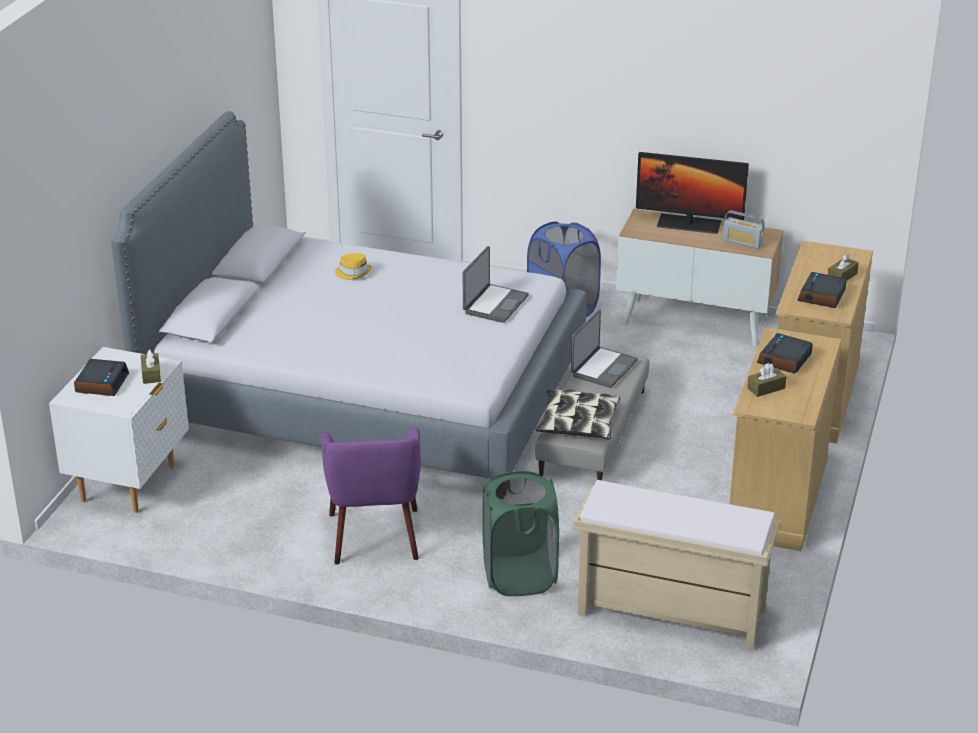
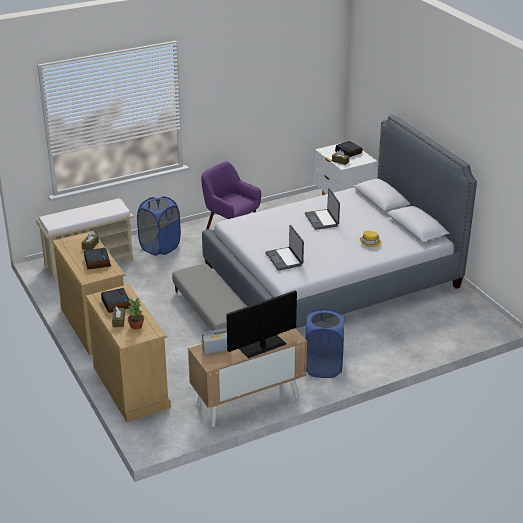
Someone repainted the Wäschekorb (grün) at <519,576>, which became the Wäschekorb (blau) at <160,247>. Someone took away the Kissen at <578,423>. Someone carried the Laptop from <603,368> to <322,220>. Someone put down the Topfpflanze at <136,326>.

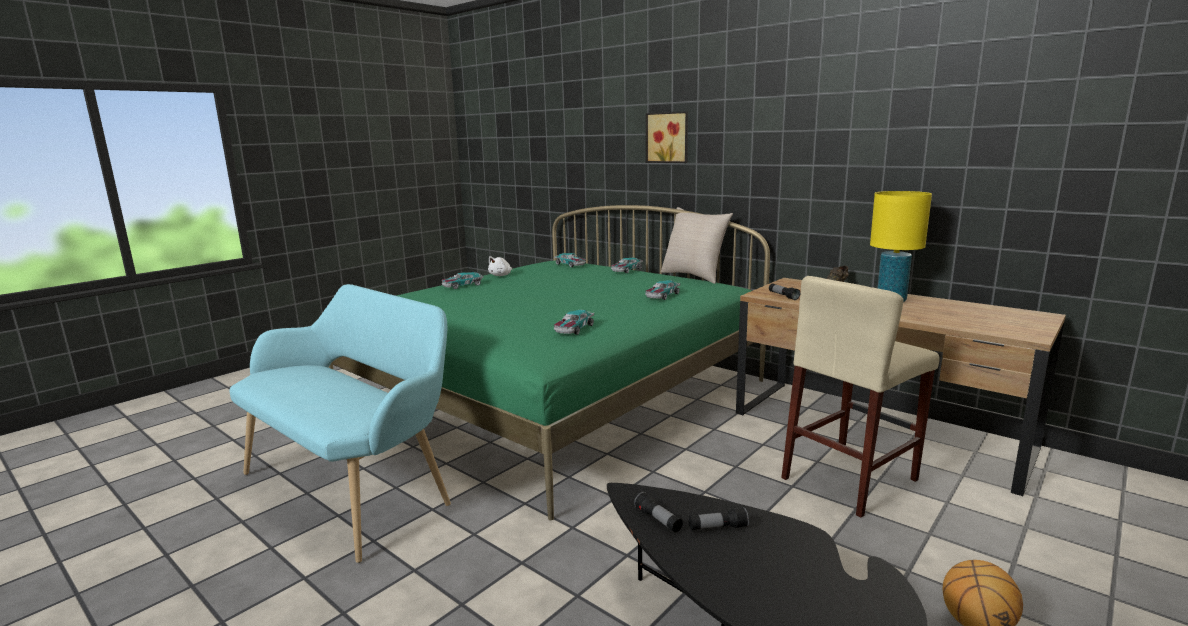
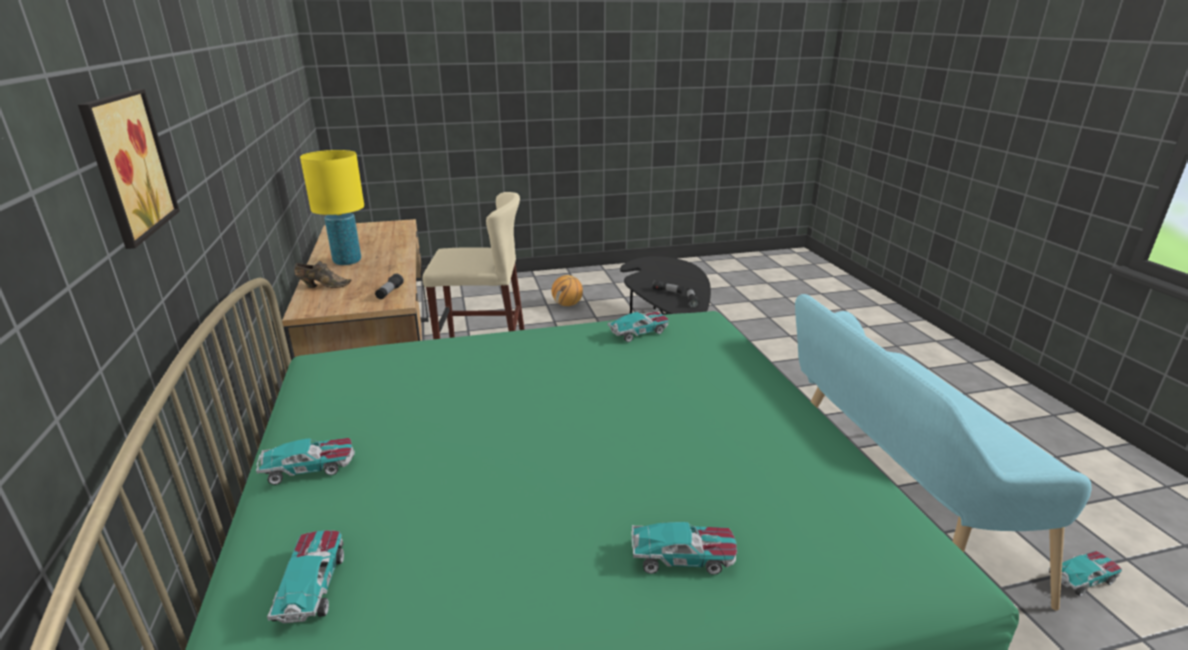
Someone took away the Plüschtier (weiß) at <501,275>. Someone carried the Spielzeugauto from <662,296> to <1082,578>. Someone took away the Kissen (beige) at <694,276>.

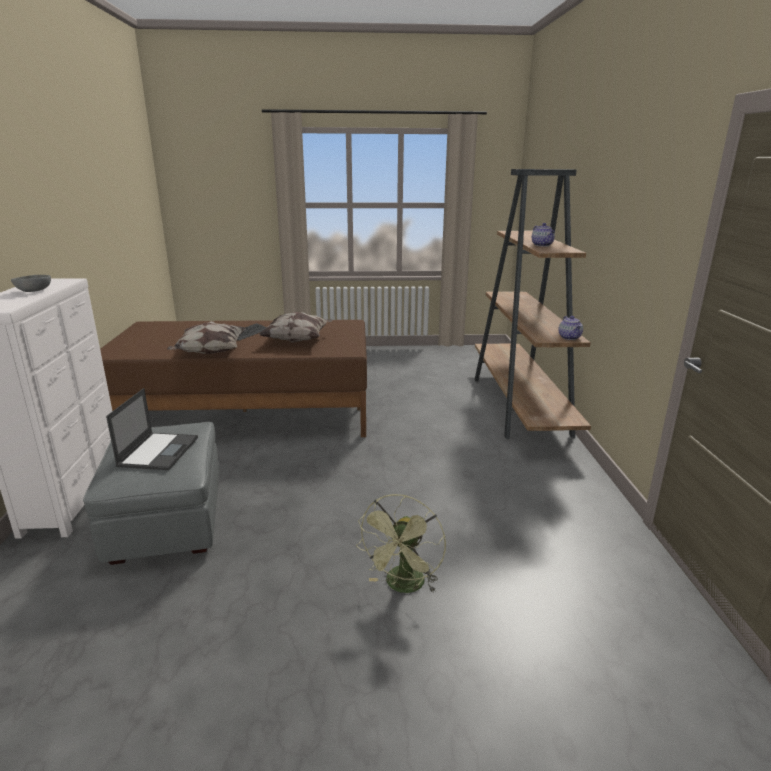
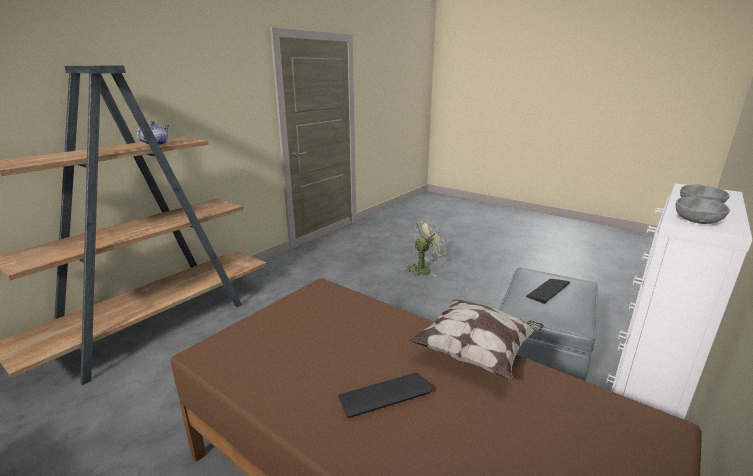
Someone swapped the Laptop at <159,451> for the Tastatur at <548,291>. Someone took away the Kissen at <298,340>. Someone took away the Teekanne at <570,338>. Someone put down the Schüssel (grau) at <698,221>.

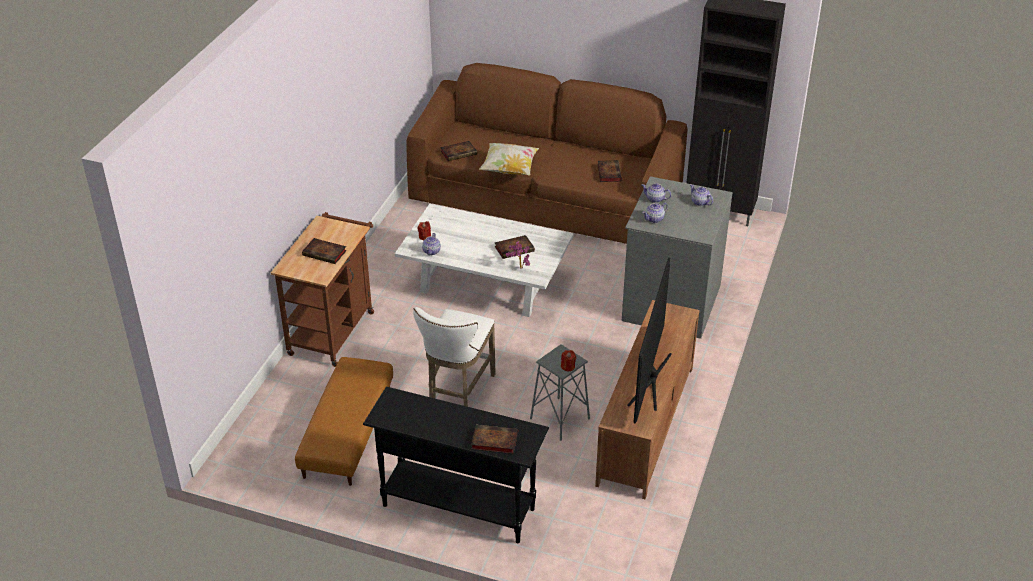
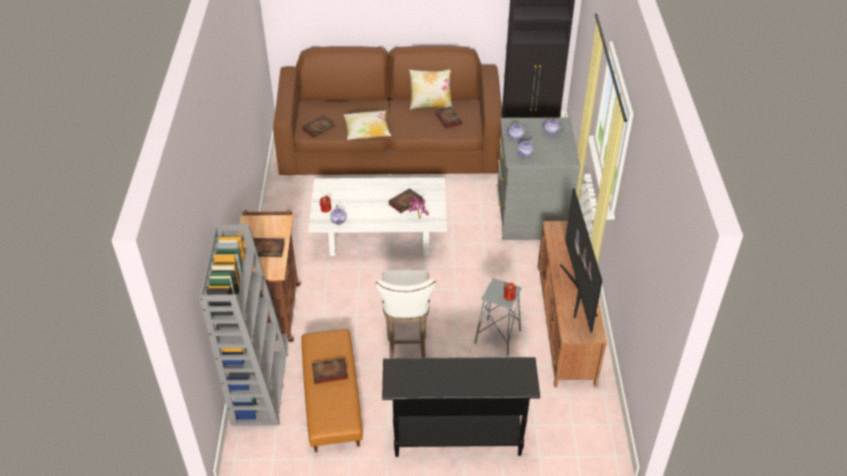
Someone carried the Buch from <493,441> to <329,373>. Someone put down the Bücherregal (grau) at <259,388>. Someone put down the Kissen at <430,105>.

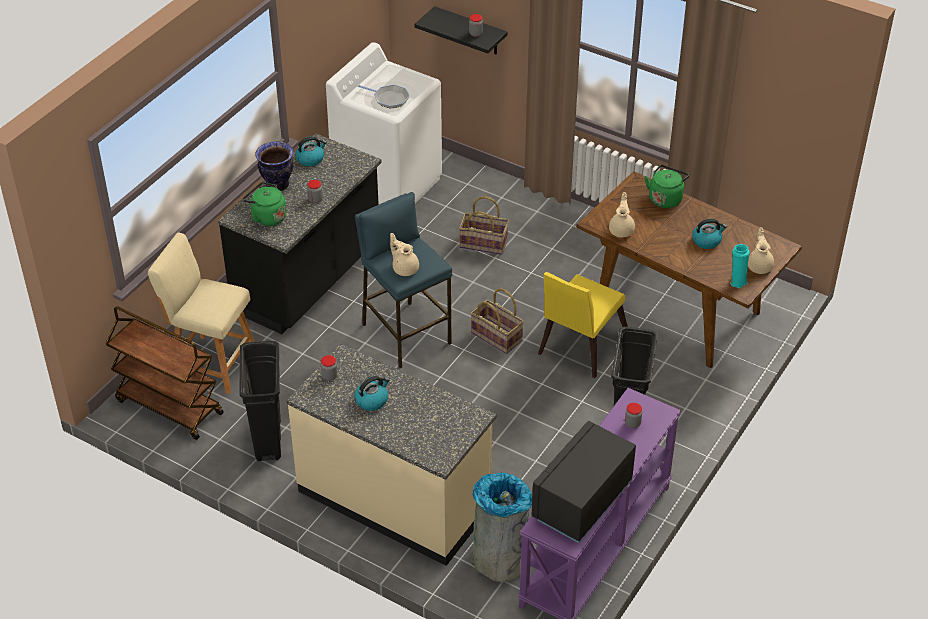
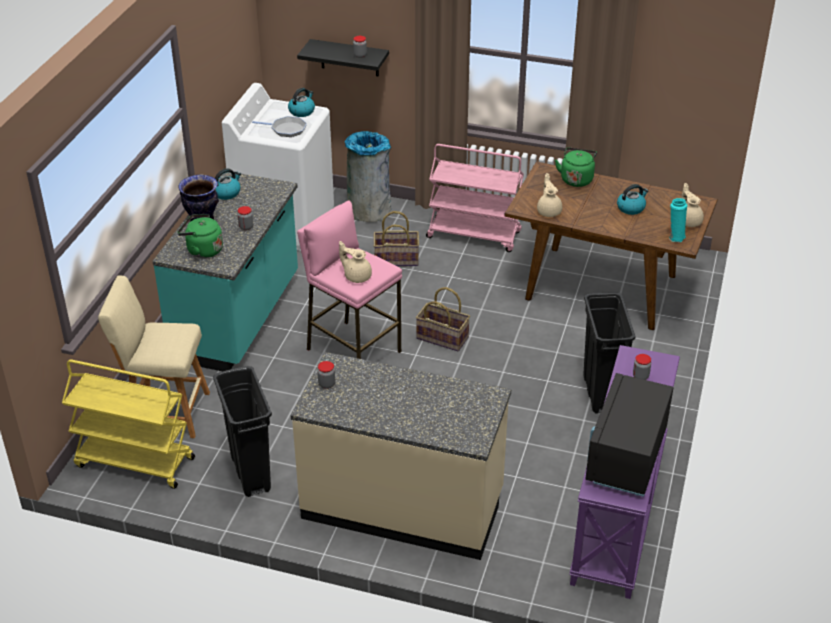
Someone repainted the Rollwagen (braun) at <168,407>, which became the Rollwagen (gelb) at <134,462>. Someone repainted the Küchenzeile (schwarz) at <309,280>, which became the Küchenzeile (türkis) at <238,319>. Someone repainted the Hocker (blau) at <406,334>, which became the Hocker (rosa) at <353,350>. Someone carried the Wasserkessel from <372,400> to <302,111>. Someone carried the Mülleimer (grau) from <500,560> to <369,211>. Someone took away the Stuhl (gelb) at <579,348>. Someone put down the Rollwagen (rosa) at <474,235>.

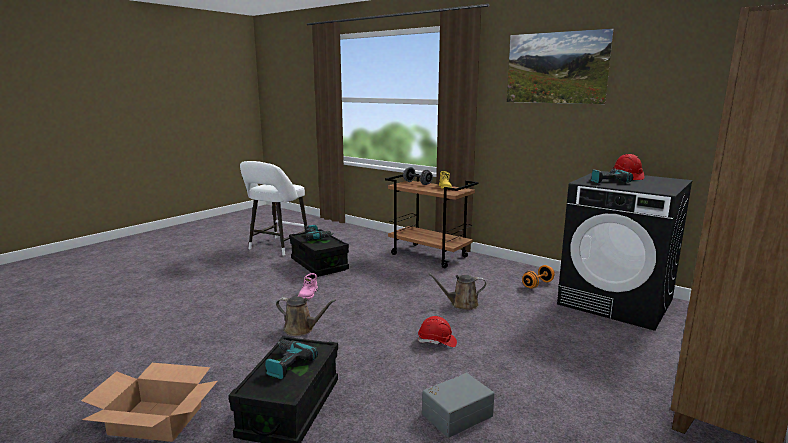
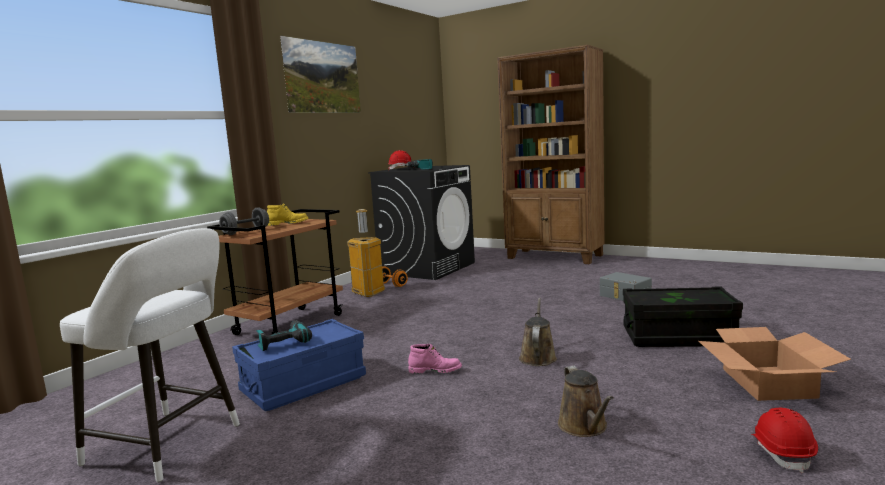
Someone took away the Bohrmaschine at <286,364>. Someone repainted the Aufbewahrungsbox (schwarz) at <319,264>, which became the Aufbewahrungsbox (blau) at <304,384>. Someone carried the Schutzhelm (rot) from <437,342> to <782,452>. Someone carried the Gießkanne (braun) from <461,304> to <584,427>. Someone put down the Mülleimer at <367,293>.

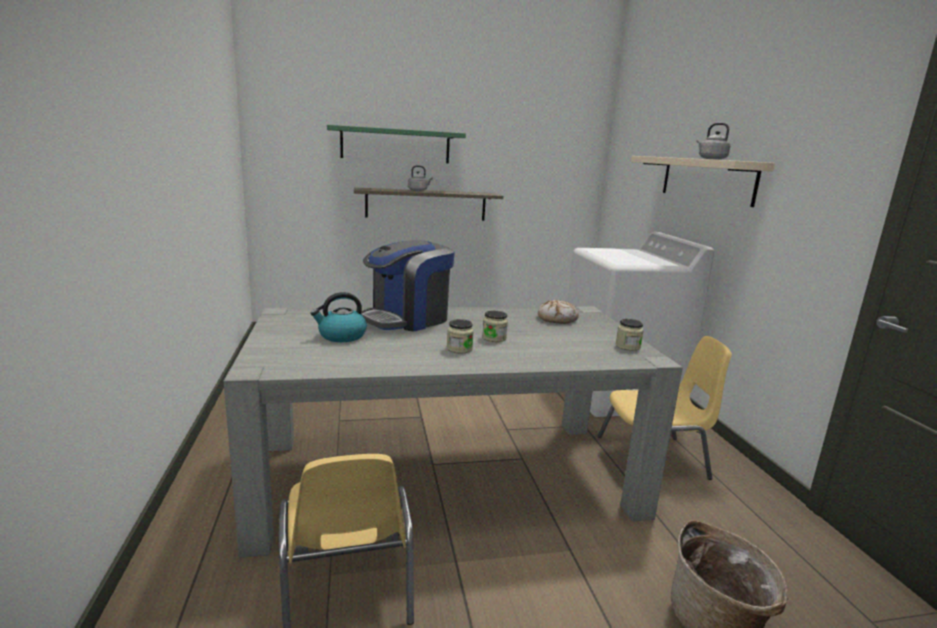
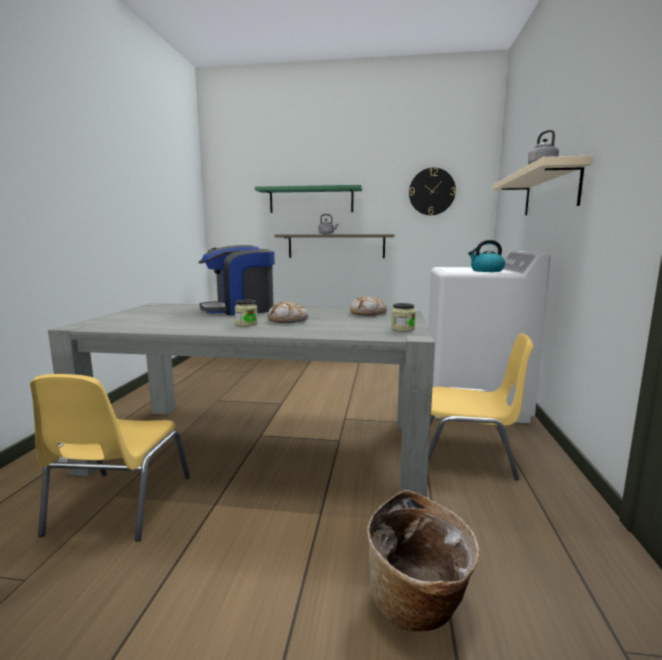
Someone carried the Wasserkessel from <341,336> to <486,271>. Someone swapped the Vorratsglas at <494,338> for the Brot at <288,320>. Someone put up the Wanduhr at <432,191>.

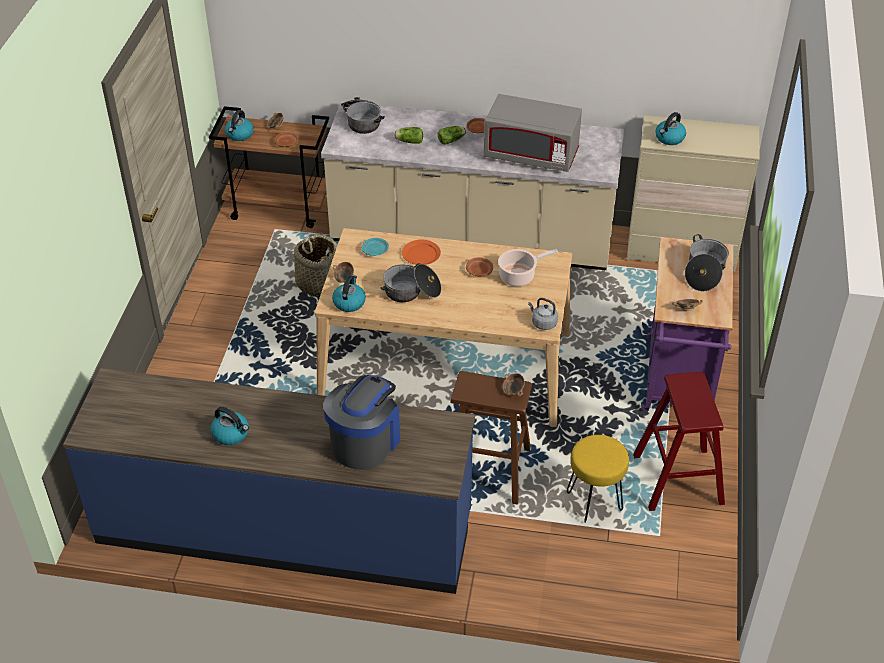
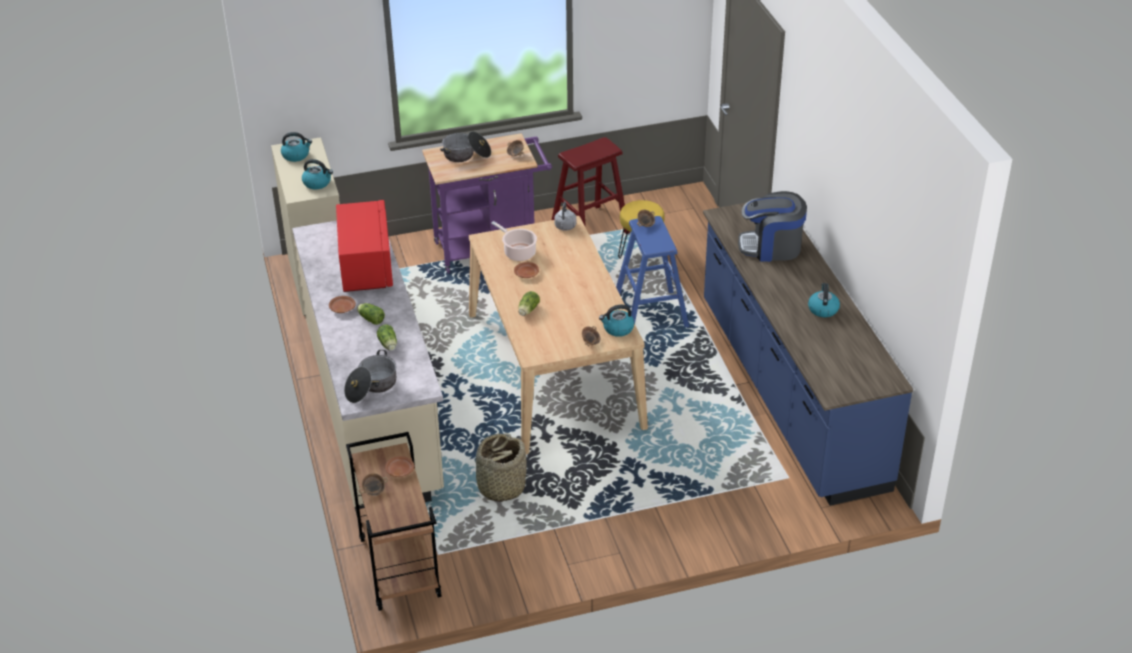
Someone carried the Wasserkessel from <239,135> to <296,155>. Someone took away the Teller (türkis) at <375,250>. Someone took away the Kochtopf at <411,291>. Someone swapped the Teller (orange) at <421,254> for the Salatkopf at <527,310>. Someone repainted the Hocker (braun) at <488,469>, which became the Hocker (blau) at <650,313>. Someone repainted the Mikrowelle (grau) at <531,155>, which became the Mikrowelle (rot) at <366,267>.

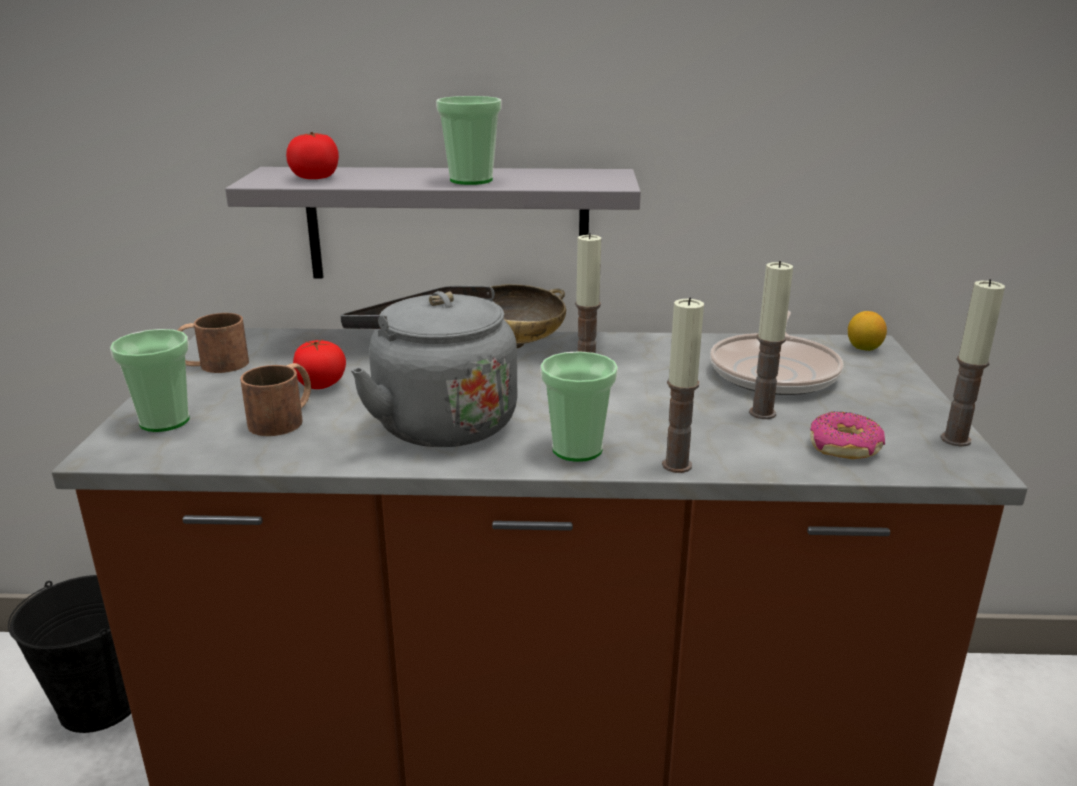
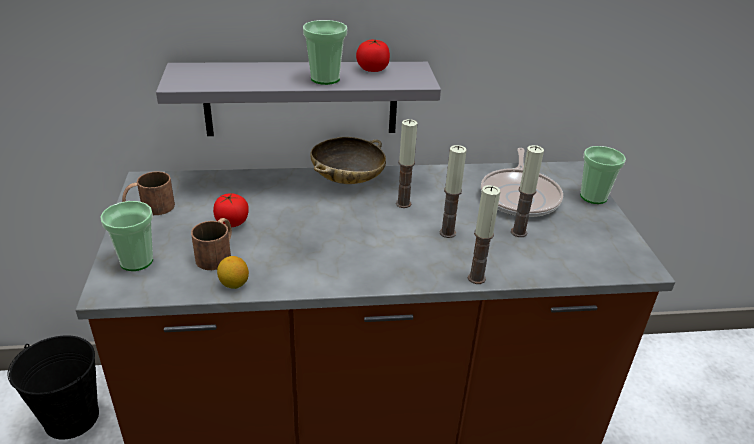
Someone carried the Tomate from <315,177> to <372,69>. Someone took away the Wasserkessel (grau) at <438,422>. Someone carried the Tasse from <577,449> to <593,197>. Someone took away the Donut at <845,447>. Someone carried the Zitrone from <864,348> to <234,284>. Someone carried the Kerze from <955,439> to <447,233>.

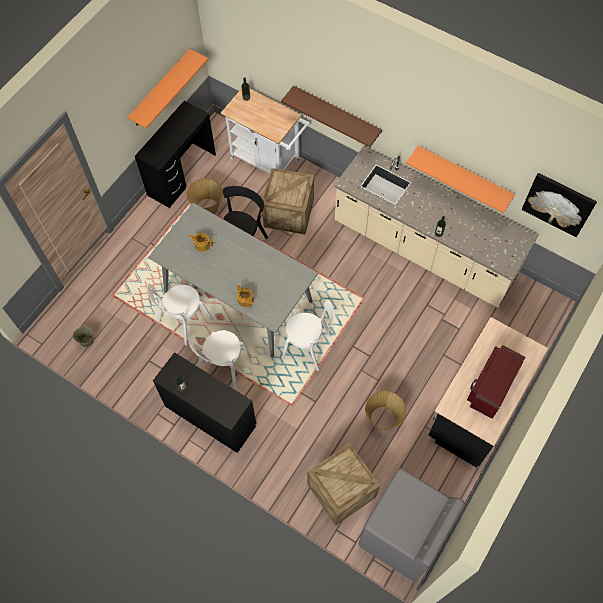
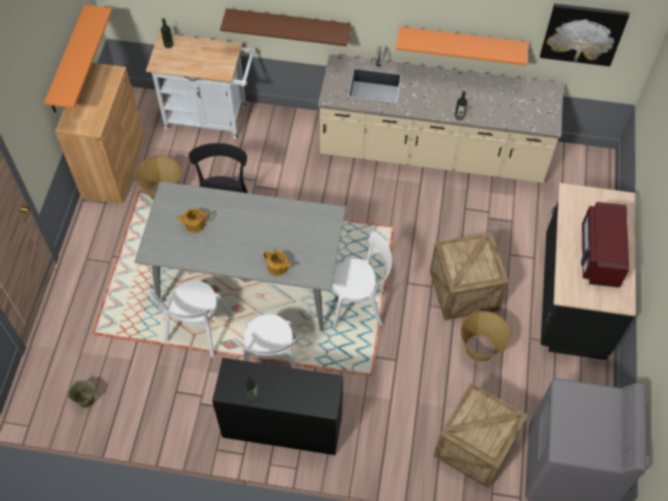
Someone swapped the Schreibtisch (schwarz) at <181,174> for the Schrank (braun) at <113,166>. Someone carried the Kiste from <289,213> to <464,290>.

